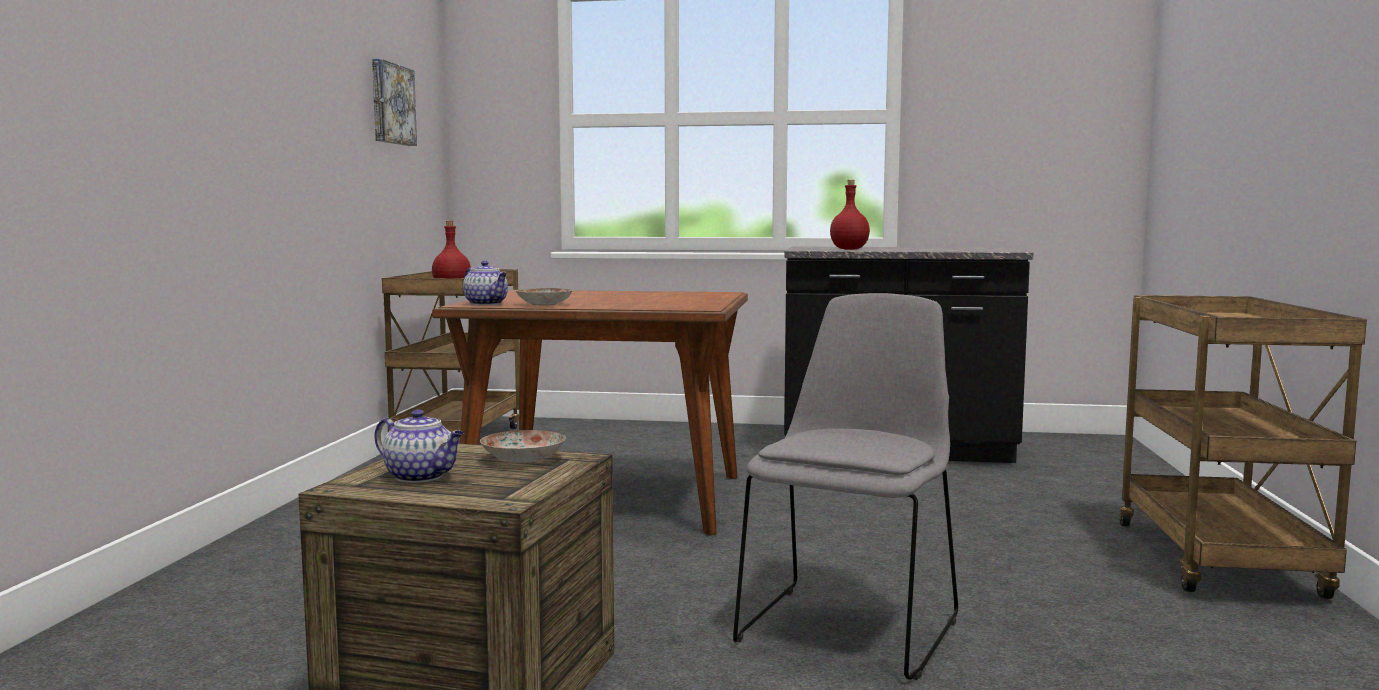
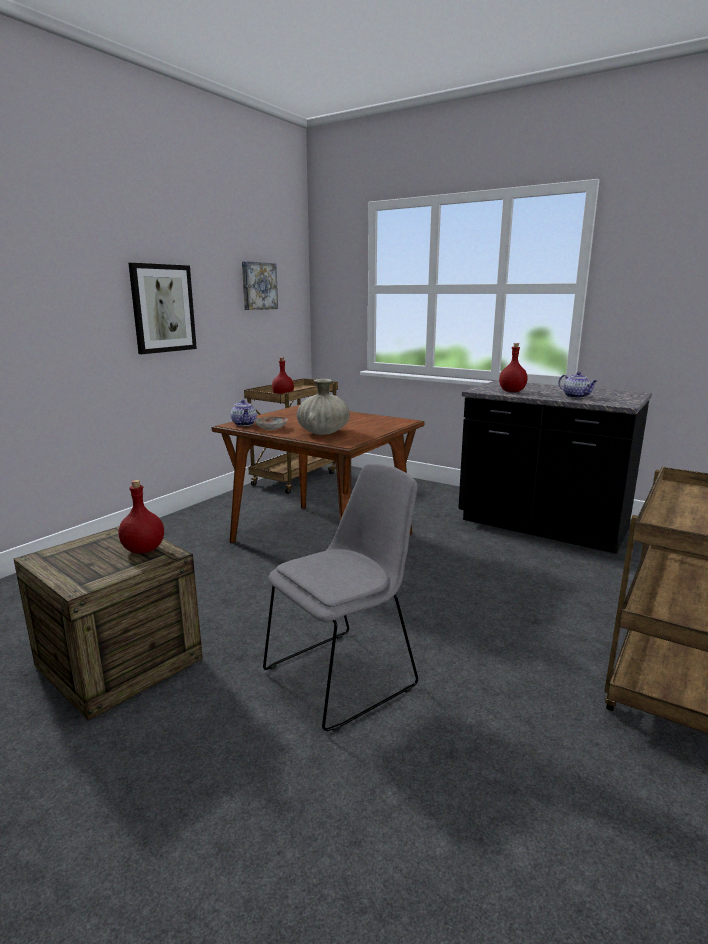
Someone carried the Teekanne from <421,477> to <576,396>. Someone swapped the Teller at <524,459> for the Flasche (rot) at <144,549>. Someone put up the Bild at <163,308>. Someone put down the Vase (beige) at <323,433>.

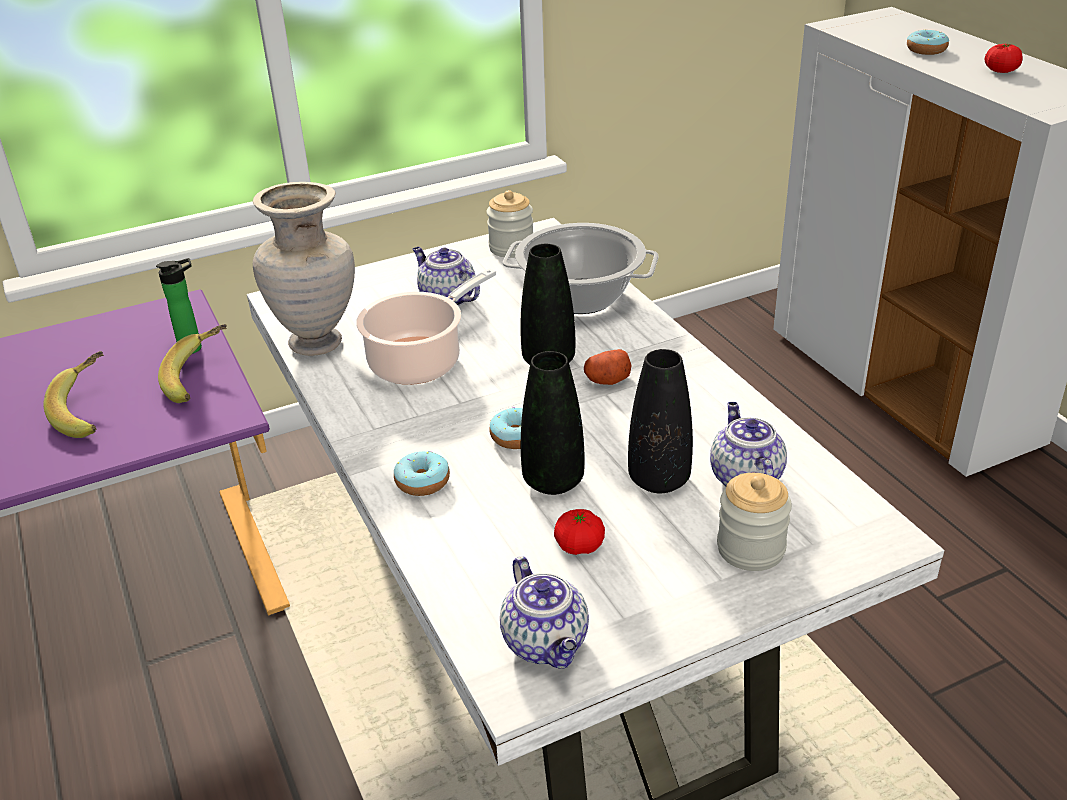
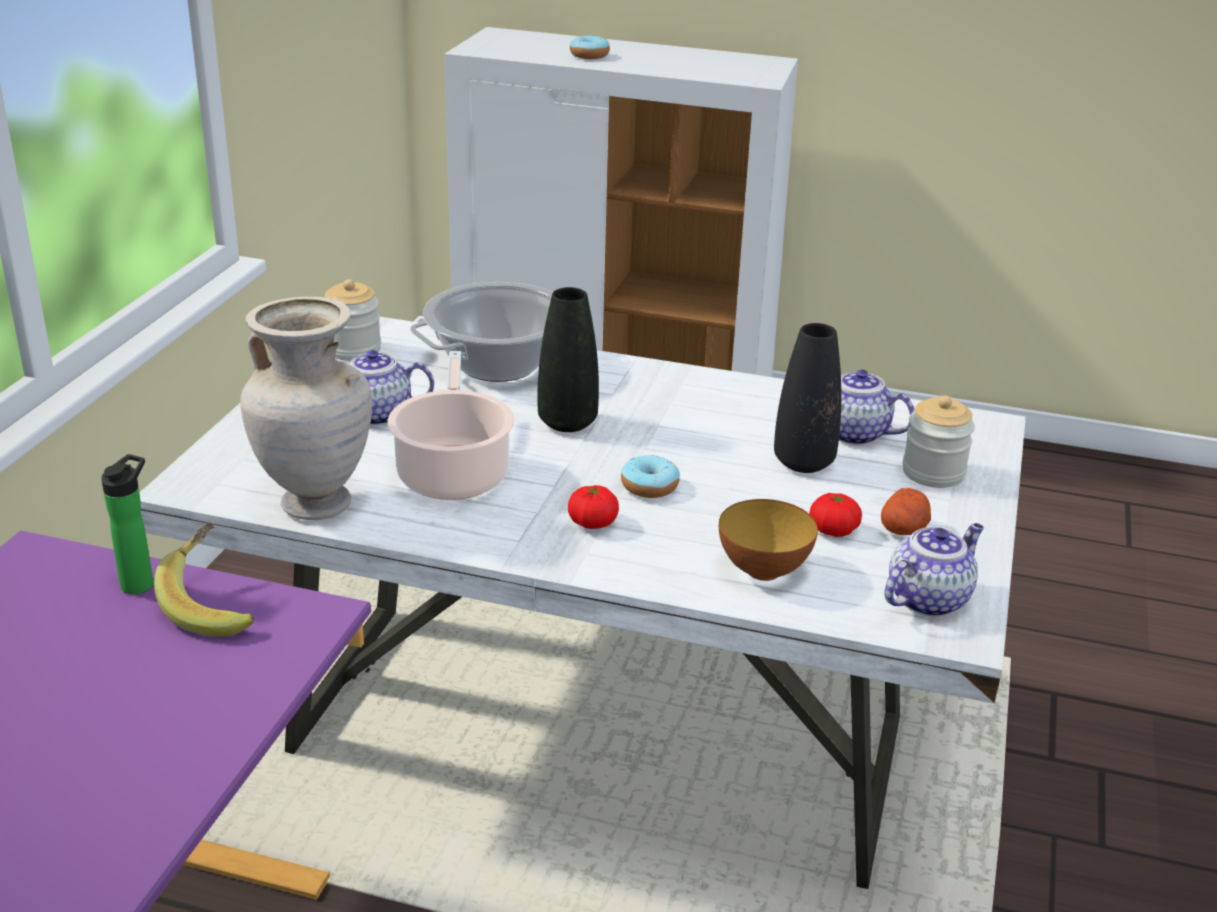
Someone took away the Banane at <90,412>. Someone took away the Donut at <422,482>. Someone rotated the Teekanne at <547,644> by 60 degrees counterclockwise. Someone took away the Vase (schwarz) at <553,481>. Someone carried the Kartoffel from <607,380> to <903,529>. Someone carried the Tomate from <1001,71> to <592,523>. Someone put down the Schüssel at <763,571>.

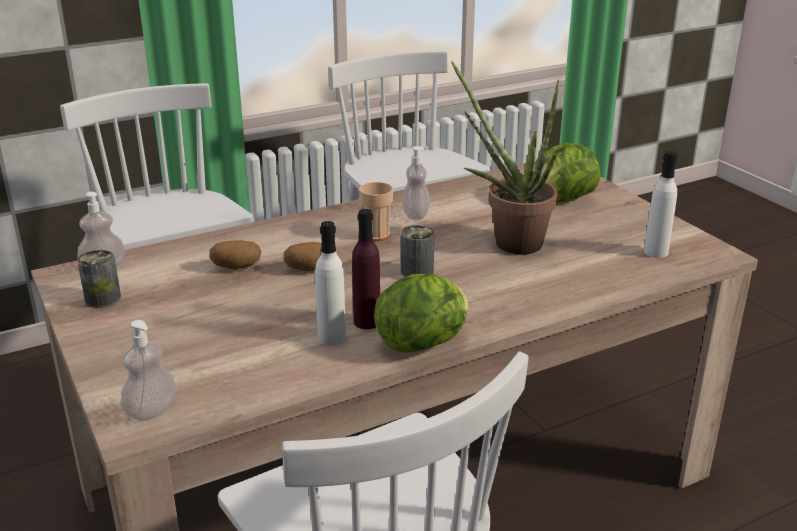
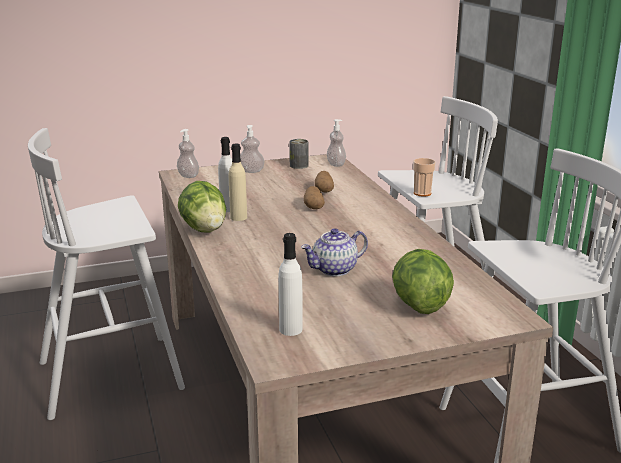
Someone repainted the Flasche (lila) at <367,322>, which became the Flasche (beige) at <238,217>. Someone carried the Tasse from <376,235> to <422,193>. Someone took away the Dose at <417,272>. Someone carried the Seifenspender from <415,215> to <251,171>. Someone swapped the Topfpflanze at <509,241> for the Teekanne at <334,270>.

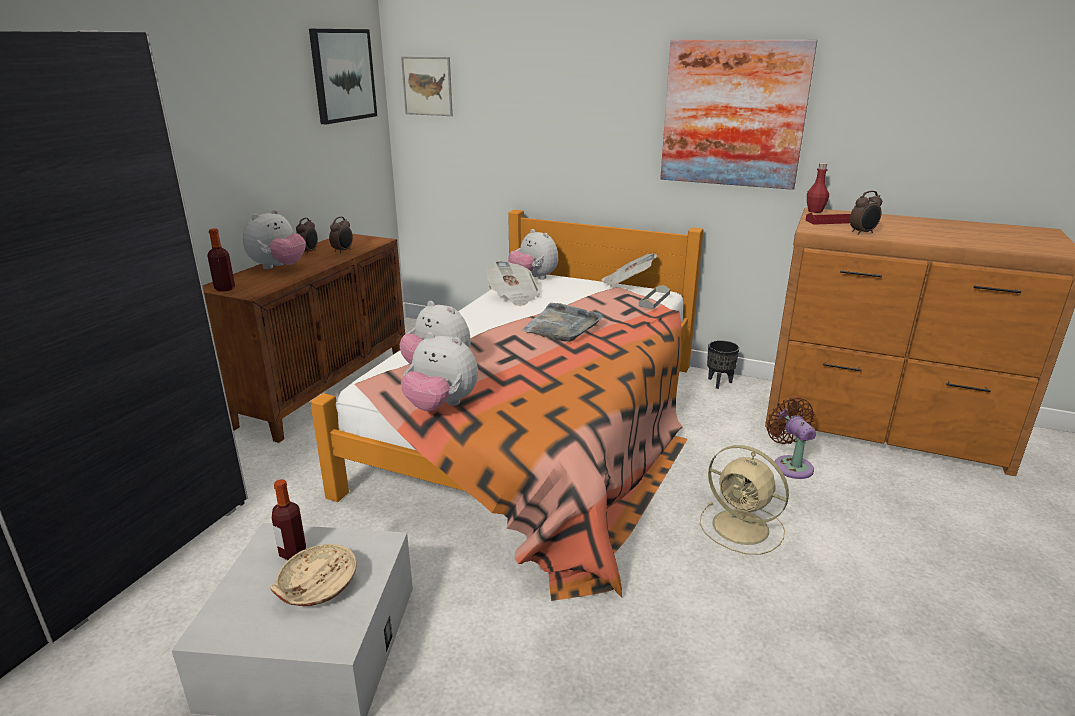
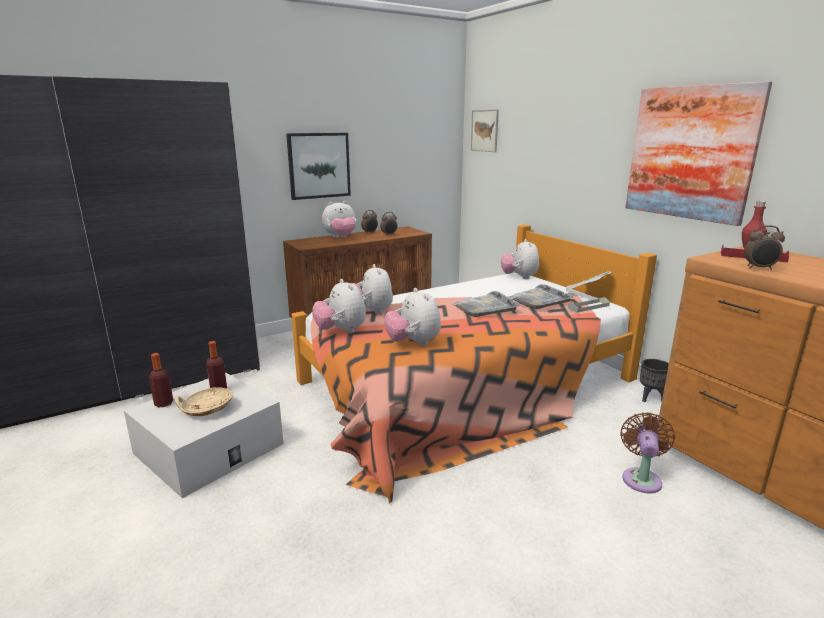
Someone carried the Flasche from <225,289> to <164,403>. Someone carried the Bild from <342,75> to <319,165>. Someone took away the Zeitung at <513,297>. Someone took away the Ventilator (beige) at <743,528>. Someone put down the Plüschtier at <413,343>. Someone put down the Tablett (grau) at <539,299>.

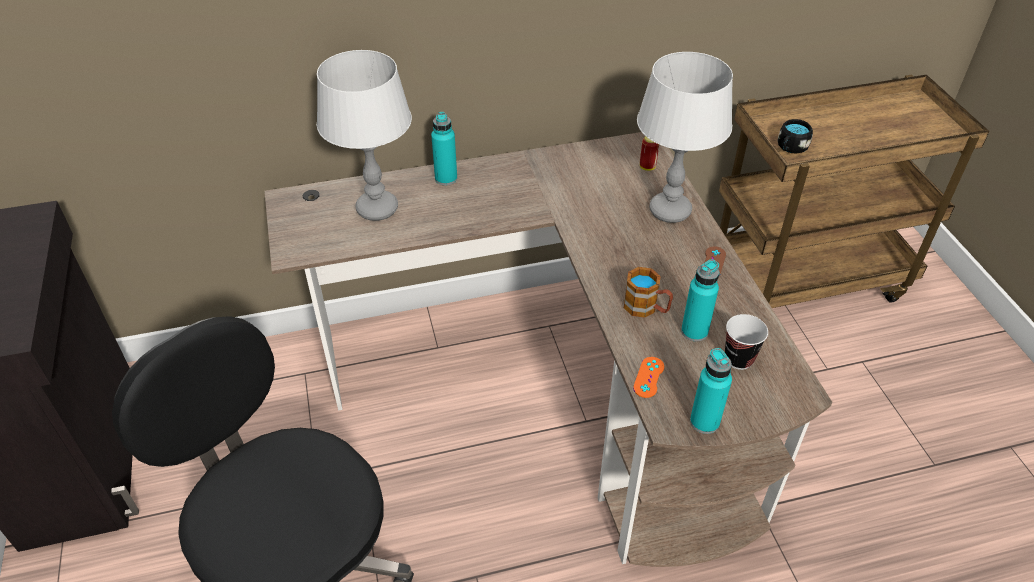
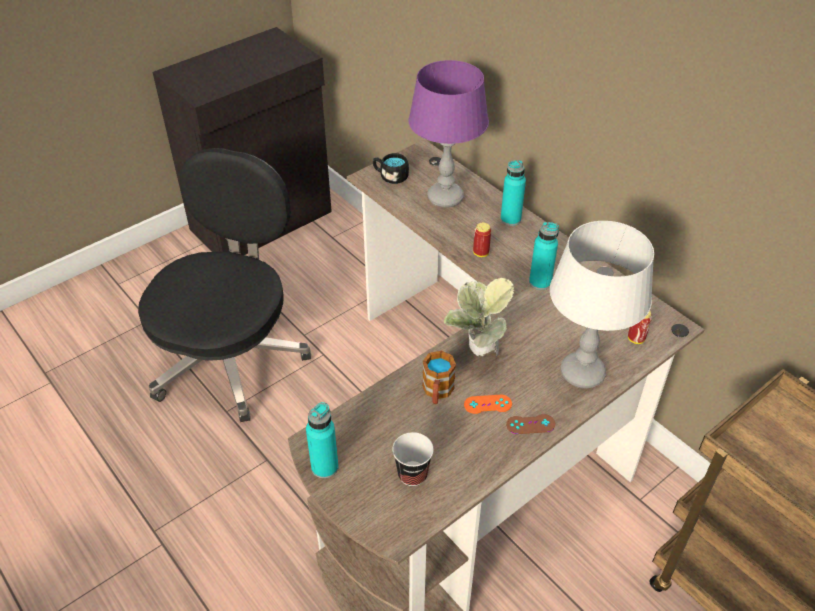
Someone repainted the Tischlampe (grau) at <377,209>, which became the Tischlampe (lila) at <445,198>. Someone carried the Gamepad (orange) from <648,377> to <488,404>. Someone carried the Flasche (türkis) from <694,331> to <540,282>. Someone carried the Henkelbecher (schwarz) from <790,148> to <390,176>. Someone put down the Topfpflanze at <476,354>. Someone put down the Dose at <481,253>.

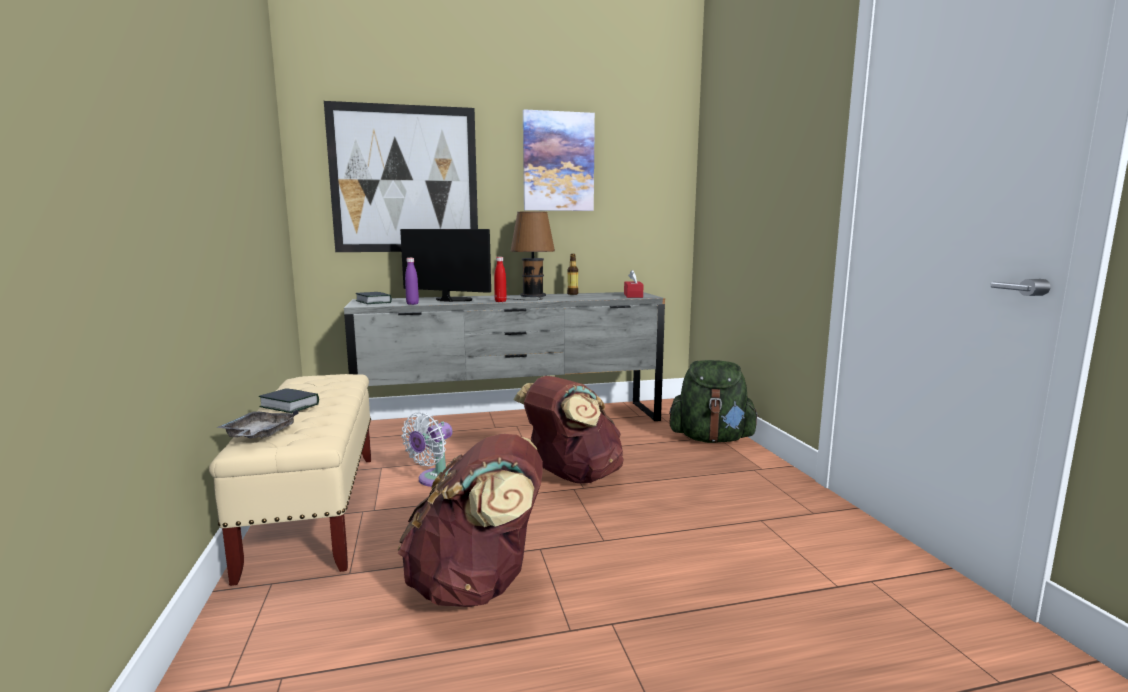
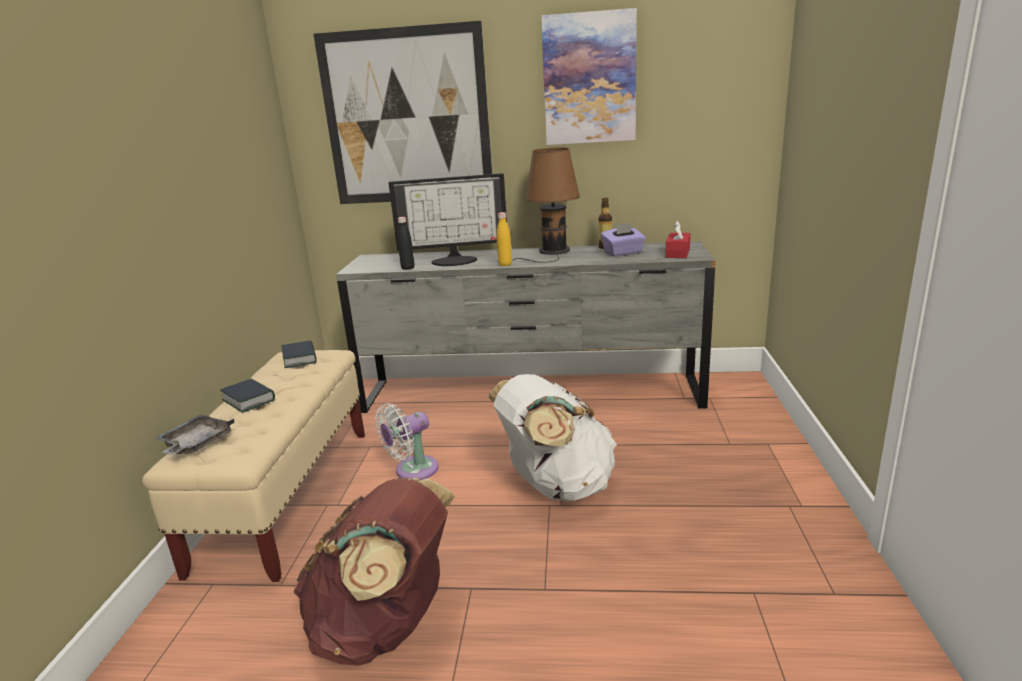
Someone carried the Buch from <373,302> to <300,358>. Someone rotated the Monitor at <451,300> by 135 degrees clockwise. Someone repainted the Flasche (lila) at <412,304>, which became the Flasche (schwarz) at <408,268>. Someone repainted the Flasche (rot) at <500,301>, which became the Flasche (gelb) at <505,265>. Someone repainted the Rucksack (braun) at <571,477>, which became the Rucksack (weiß) at <556,486>. Someone took away the Rucksack (grün) at <711,439>. Someone put down the Taschentuchbox (lila) at <623,253>.

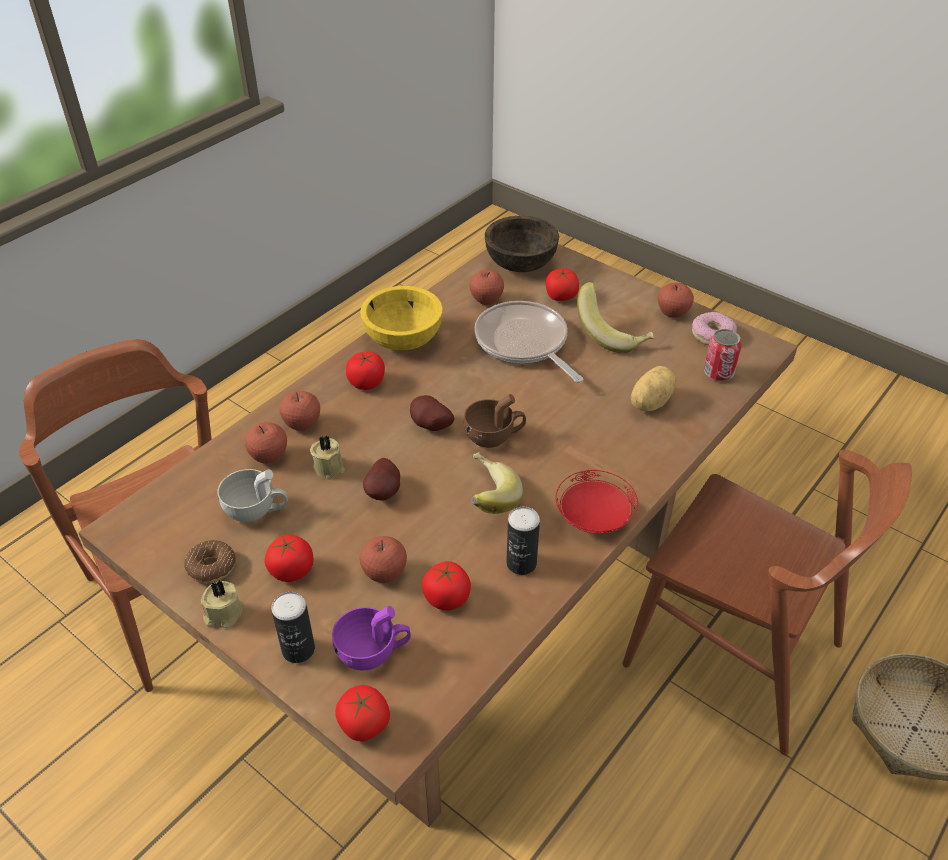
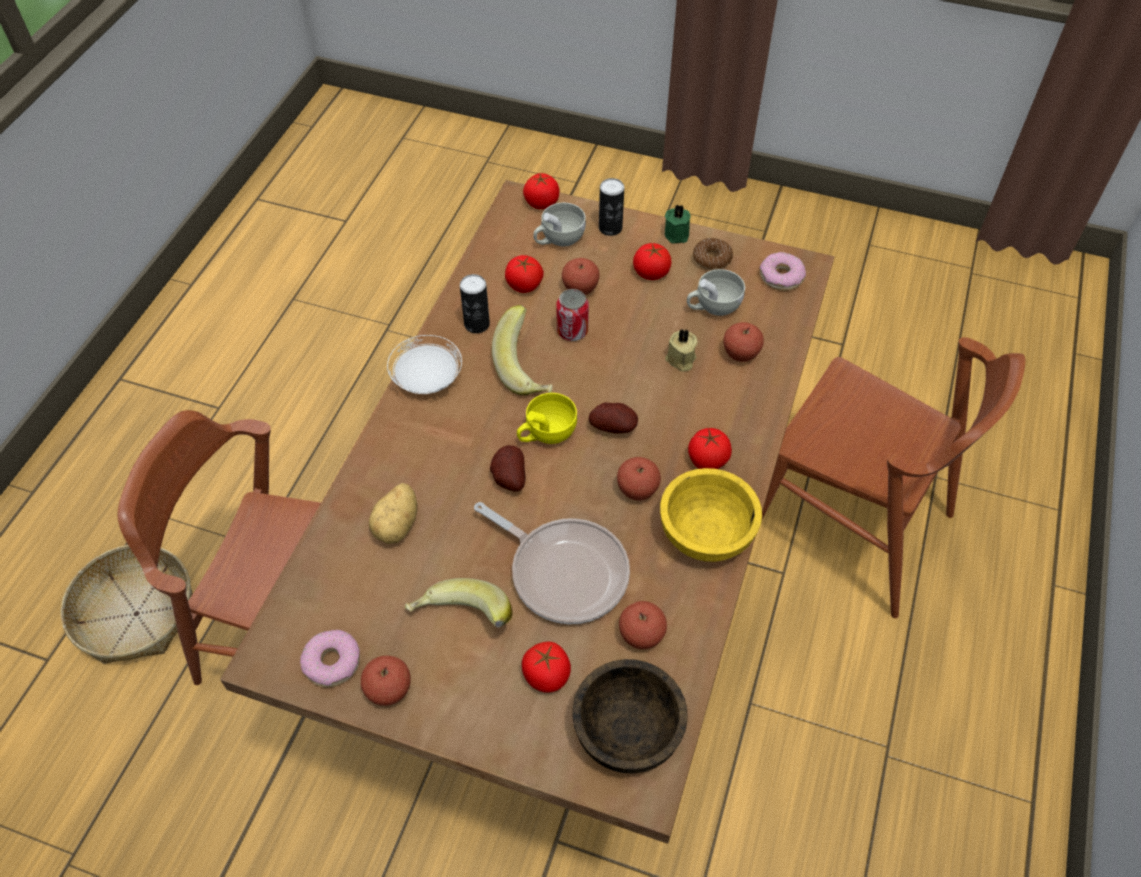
Someone repainted the Kerze (beige) at <223,614>, which became the Kerze (grün) at <677,234>. Someone carried the Apfel from <302,424> to <637,490>. Someone repainted the Tasse (lila) at <373,652>, which became the Tasse (weiß) at <558,239>. Someone carried the Kartoffel from <385,492> to <508,479>. Someone repainted the Tasse (braun) at <494,437>, which became the Tasse (gelb) at <546,434>. Someone repainted the Teller (rot) at <594,517>, which became the Teller (weiß) at <426,379>. Someone carried the Dose from <718,373> to <572,331>. Someone put down the Donut at <781,277>.

